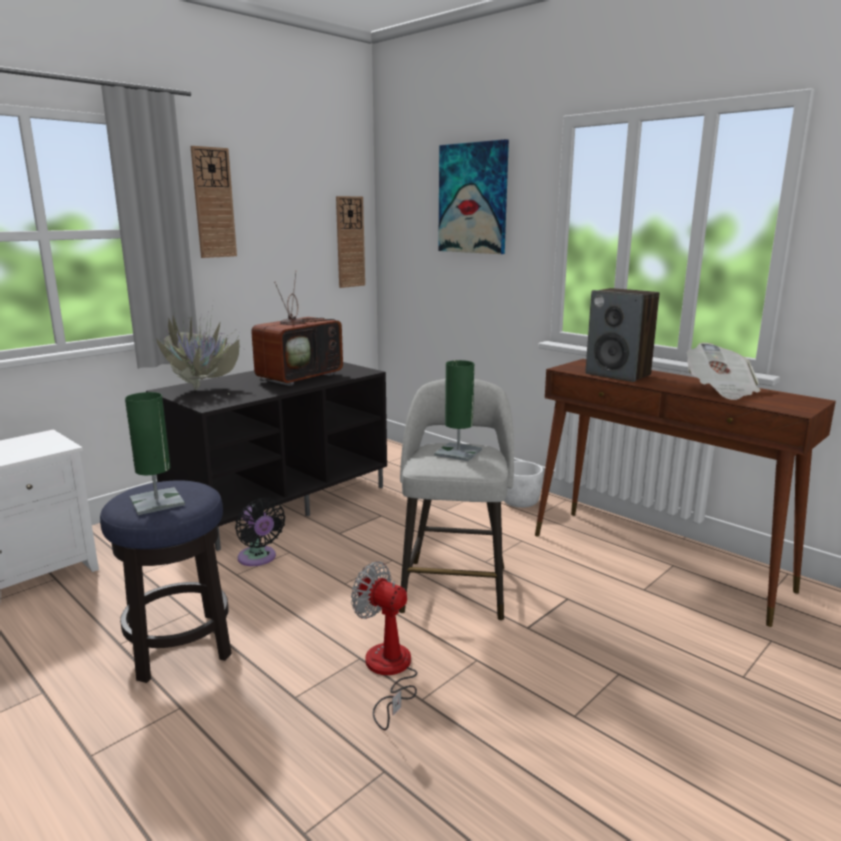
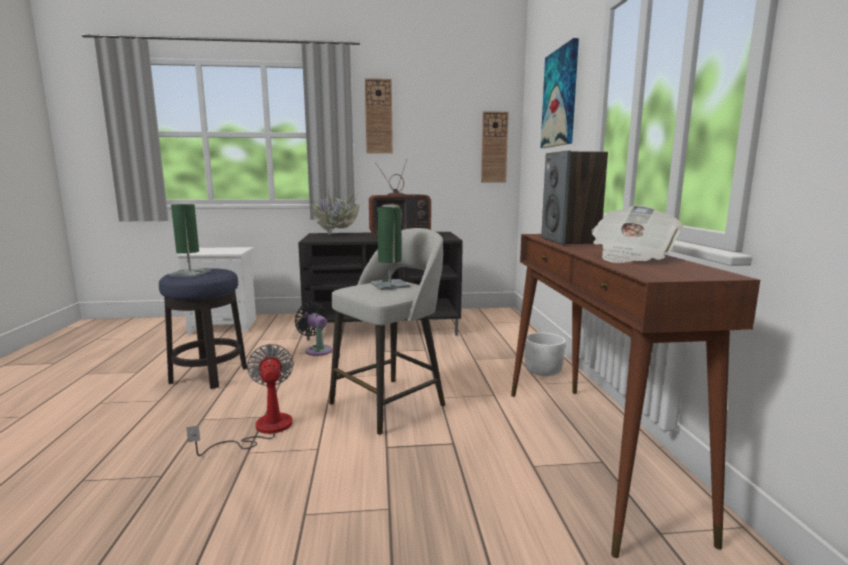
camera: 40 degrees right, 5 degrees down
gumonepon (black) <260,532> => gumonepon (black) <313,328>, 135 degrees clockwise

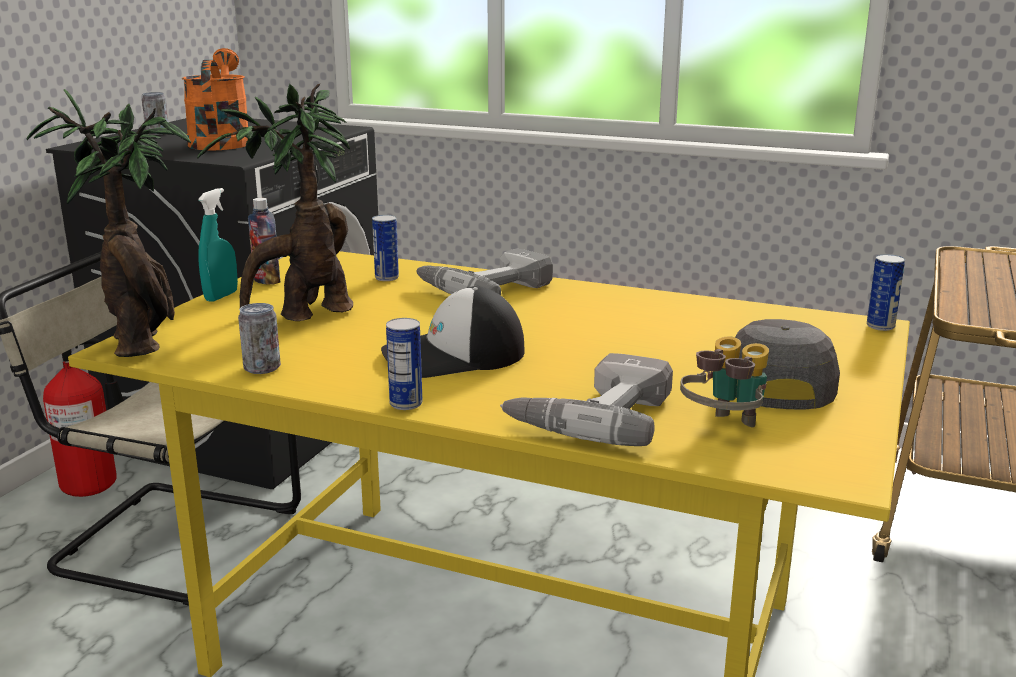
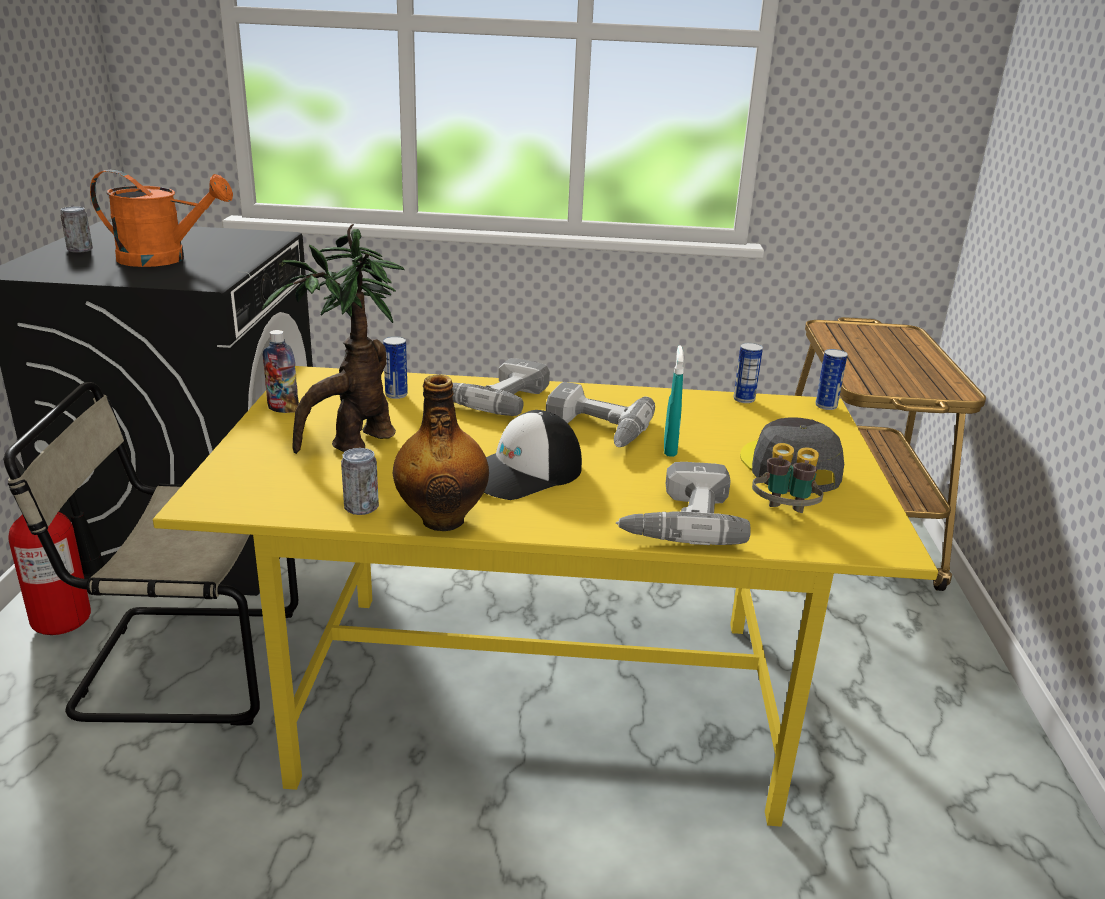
camera: 20 degrees left, 5 degrees up
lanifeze <109,223> => nothing
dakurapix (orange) <215,99> => dakurapix (orange) <161,218>, 120 degrees clockwise
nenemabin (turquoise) <218,245> => nenemabin (turquoise) <674,401>, move
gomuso <404,364> => gomuso <748,373>, move
nothing => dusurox <441,453>
nothing => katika <600,414>

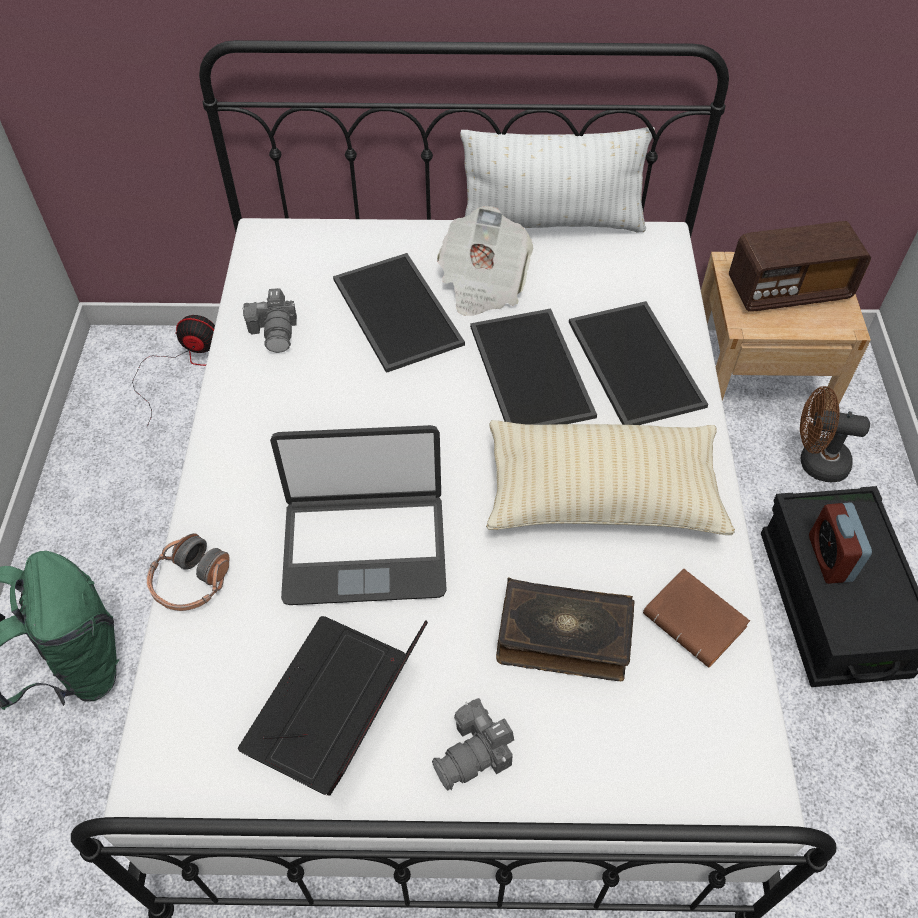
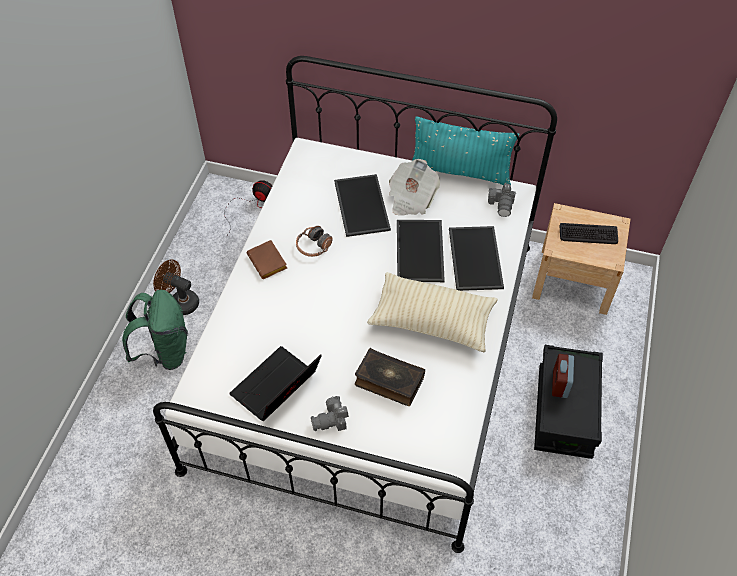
camera: 15 degrees right, 0 degrees up
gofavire <188,572> => gofavire <314,241>, move
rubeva <269,320> => rubeva <501,200>, move
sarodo <358,515> => nothing
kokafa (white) <557,179> => kokafa (turquoise) <465,151>
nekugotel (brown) <696,618> => nekugotel (brown) <267,259>, move
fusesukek <800,266> => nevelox <588,233>
gumonepon (brown) <835,434> => gumonepon (brown) <176,287>, move

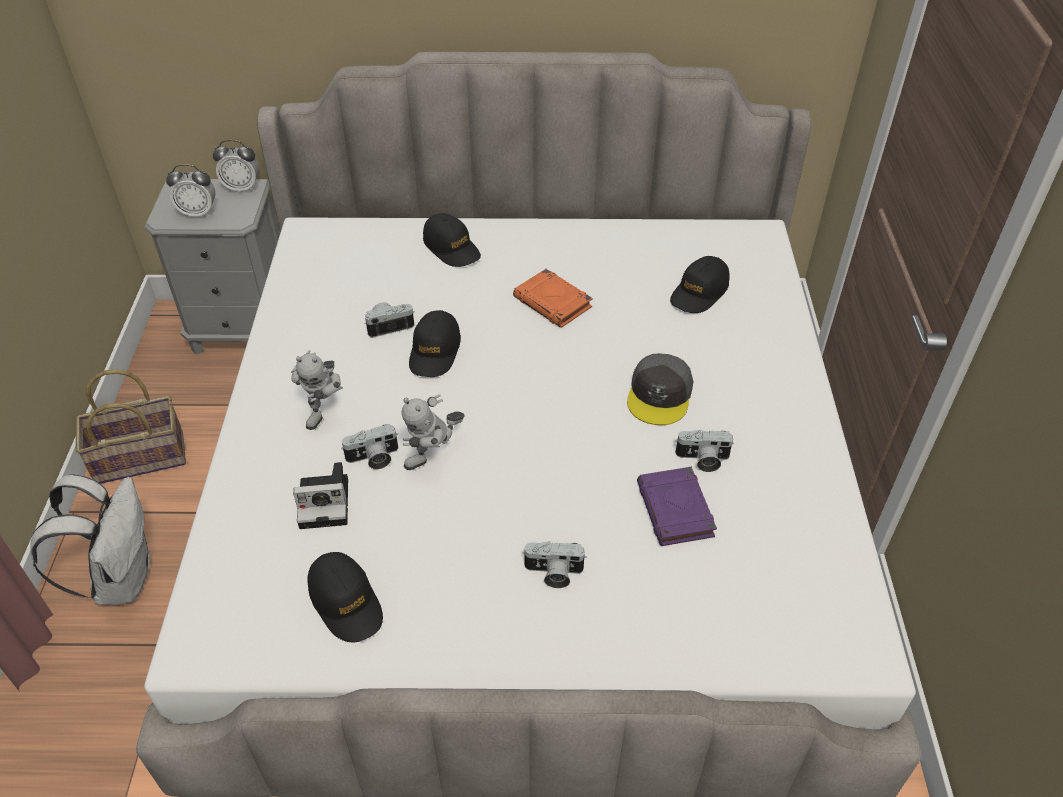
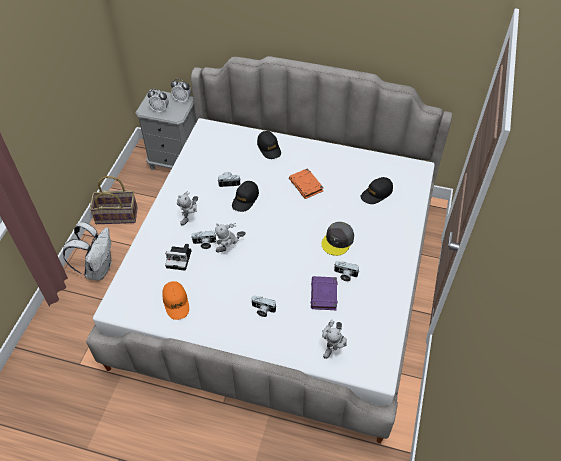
camera: 15 degrees right, 5 degrees up
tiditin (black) <345,597> => tiditin (orange) <175,300>
nothing => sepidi <334,339>

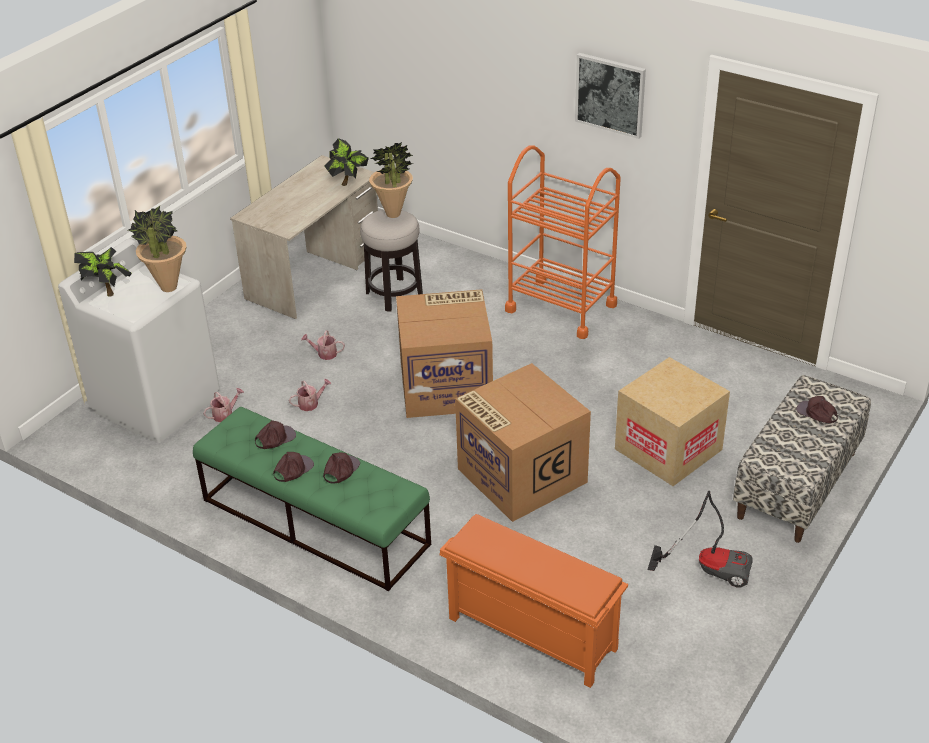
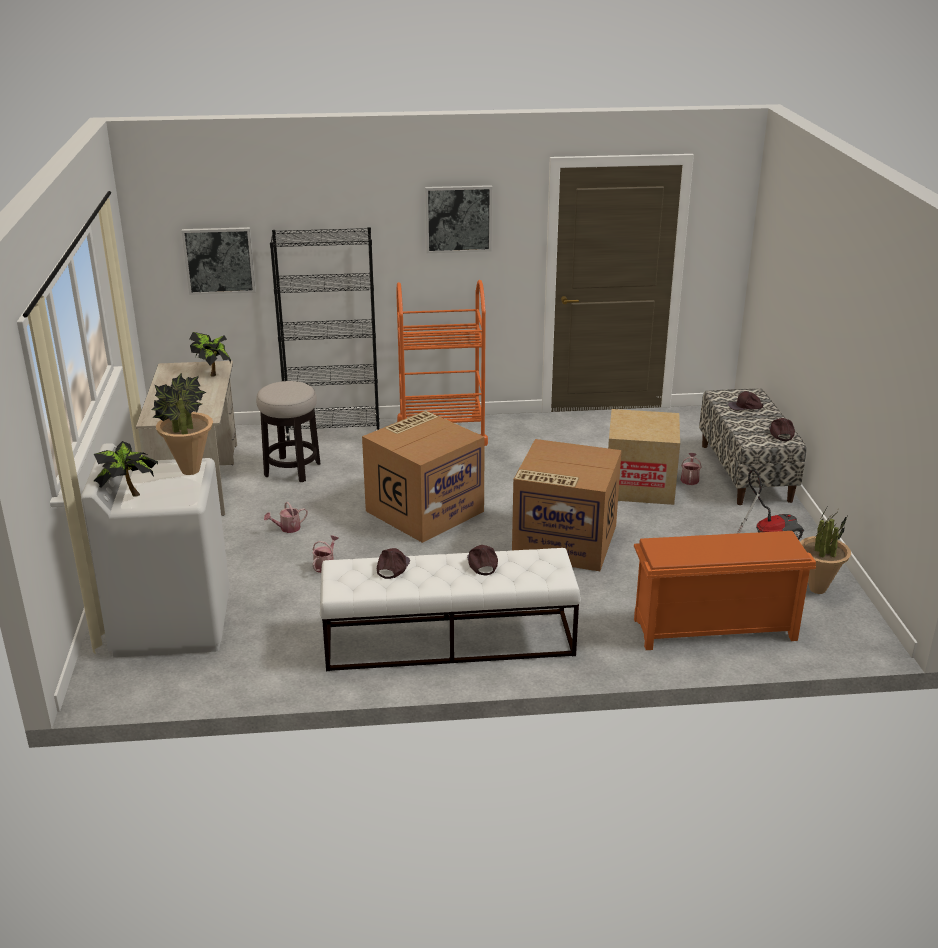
camera: 40 degrees left, 10 degrees down
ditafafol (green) <312,499> => ditafafol (white) <450,609>
dakurapix <223,405> => dakurapix <691,469>, move
tiditin (brown) <293,467> => tiditin (brown) <782,429>, move
lanifeze <391,180> => lanifeze <825,550>, move
nothing => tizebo <219,261>
nothing => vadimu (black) <325,333>

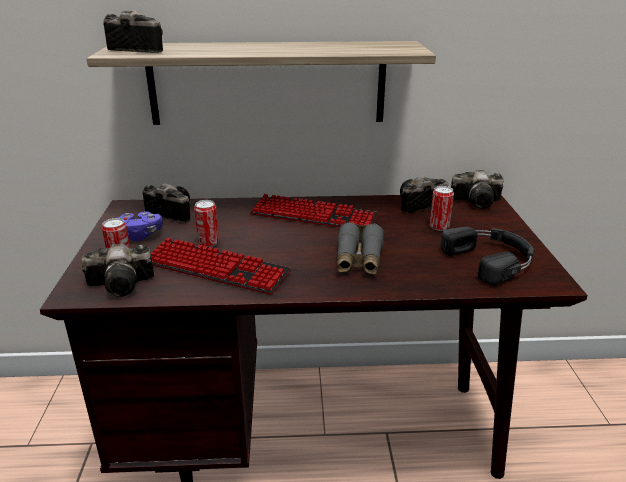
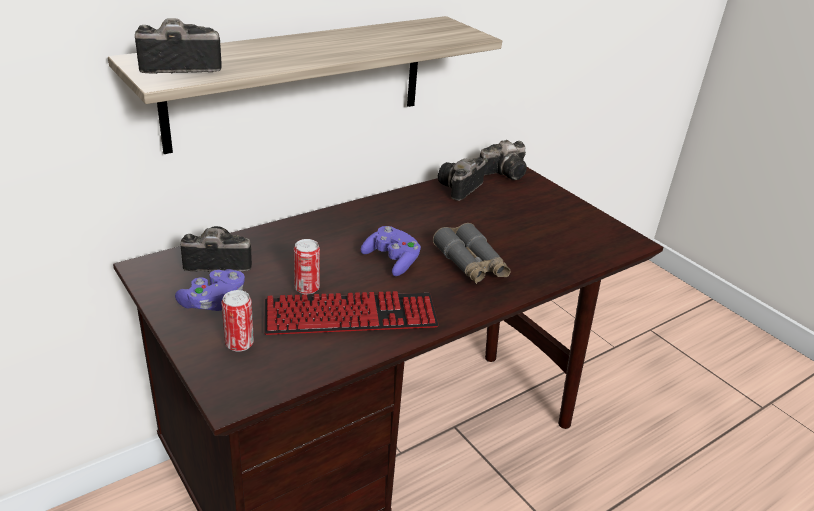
camera: 35 degrees left, 5 degrees up
rubeva <118,270> => nothing
nevelox <314,210> => nothing
gomuso <441,208> => nothing
gofavire (black) <487,256> => nothing
nothing => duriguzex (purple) <391,251>

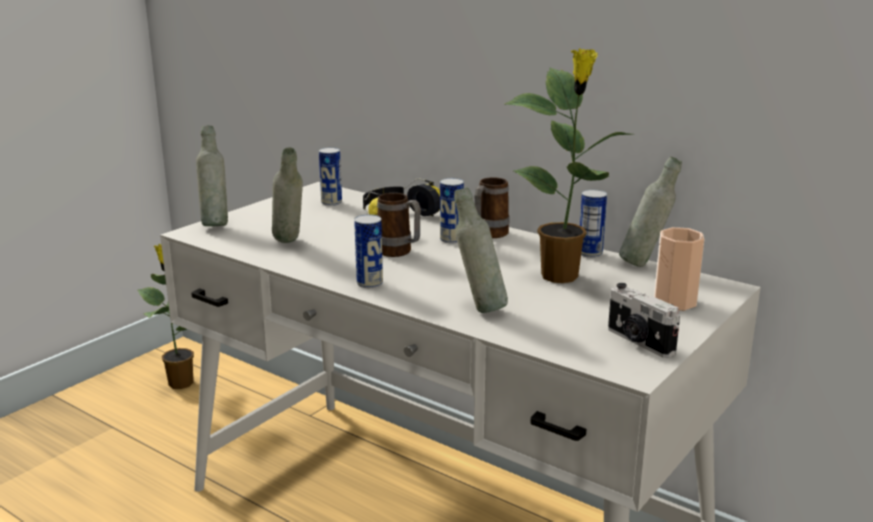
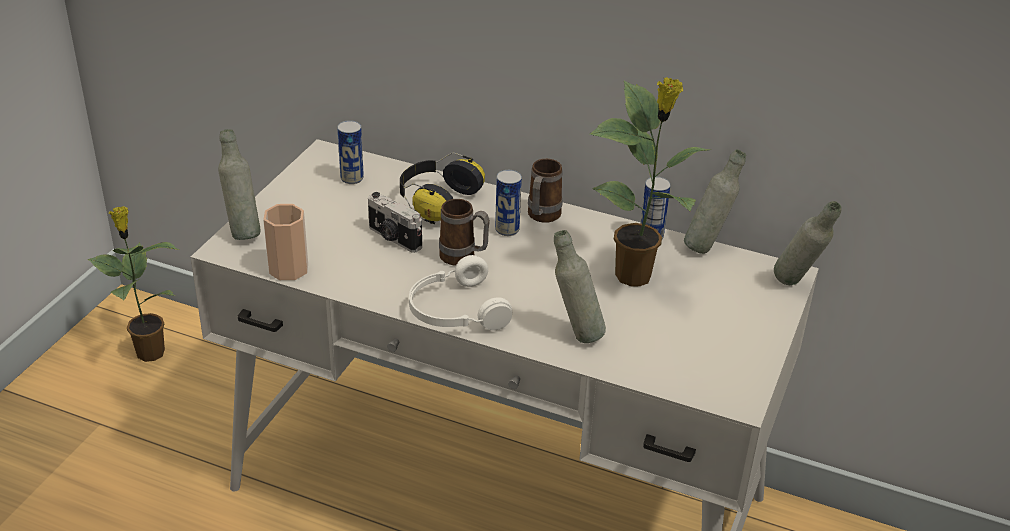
camera: 15 degrees left, 15 degrees up
dusurox (grey) <287,195> => dusurox (grey) <808,243>, move
gomuso <368,251> => gofavire (white) <460,292>
rubeva <644,320> => rubeva <395,222>, move
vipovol <679,269> => vipovol <285,242>, move

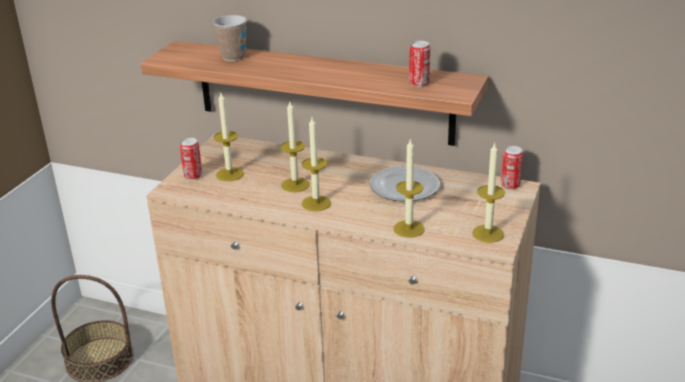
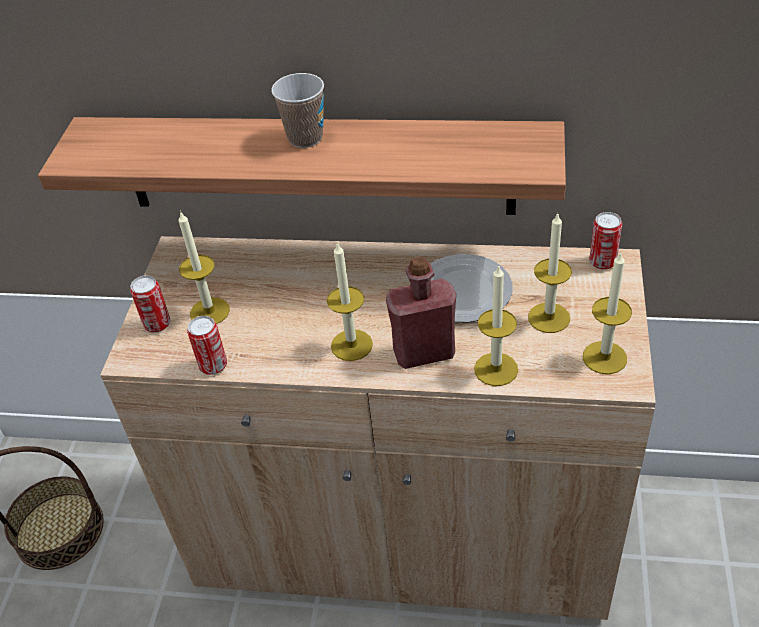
camera: 10 degrees left, 15 degrees up
vipovol <230,38> => vipovol <297,110>, move
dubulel <294,147> => dubulel <550,273>, move
gomuso <419,64> => gomuso <207,345>, move
nothing => dusurox (red) <421,313>

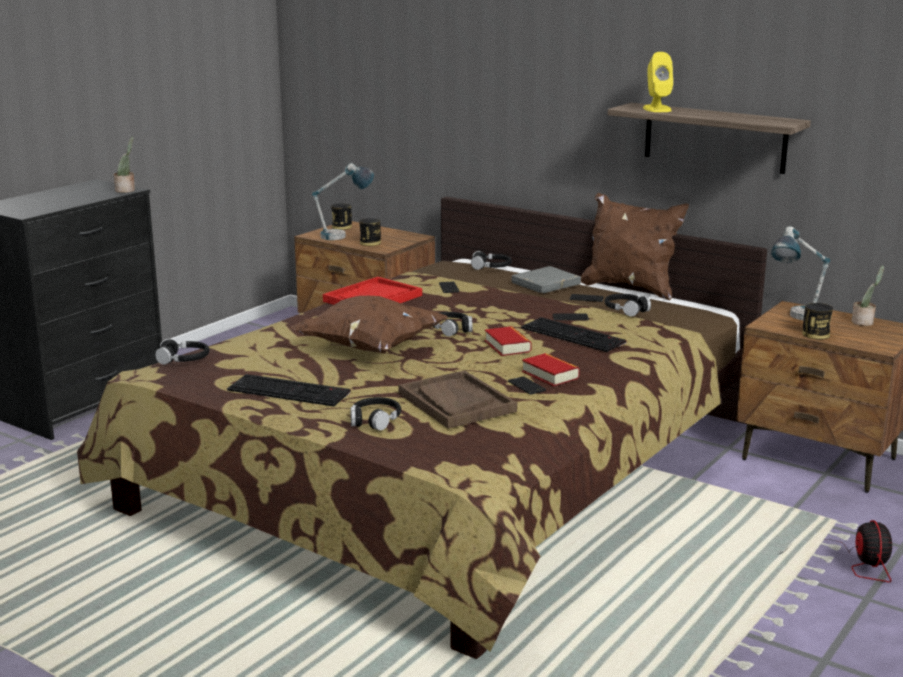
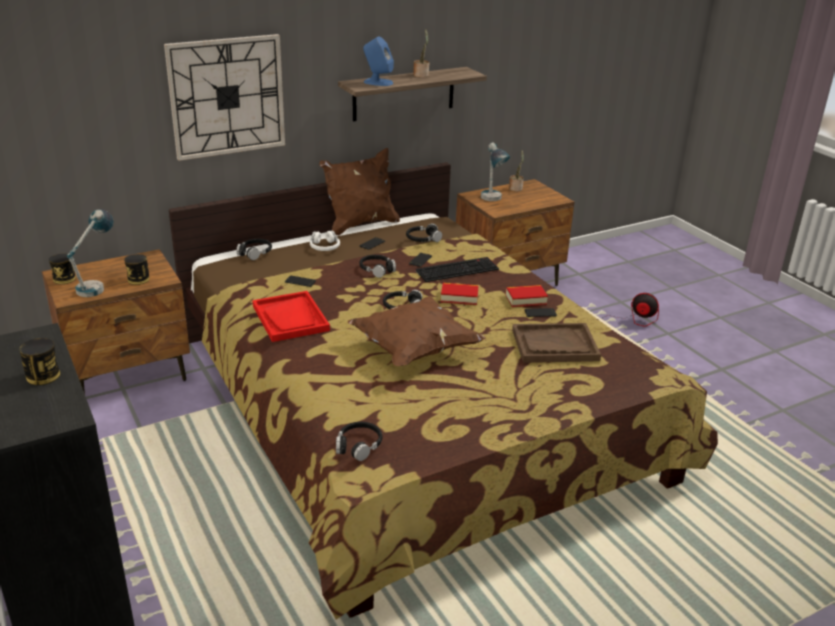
camera: 65 degrees left, 10 degrees up
lanifeze <124,165> => lanifeze <421,53>, move
nevelox <289,390> => nothing
gofavire (black) <375,414> => gofavire (black) <377,266>, move
nekugotel (grey) <546,279> => gofavire (white) <325,240>
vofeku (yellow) <658,82> => vofeku (blue) <378,61>
gomuso <817,321> => gomuso <39,361>, move
nothing => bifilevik <224,97>

